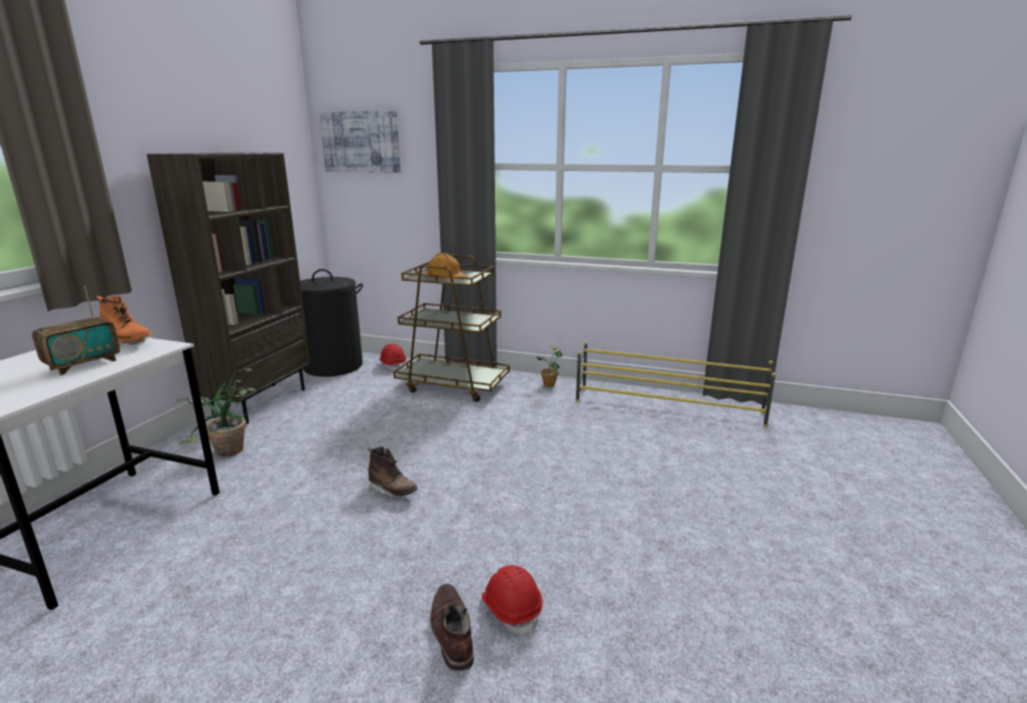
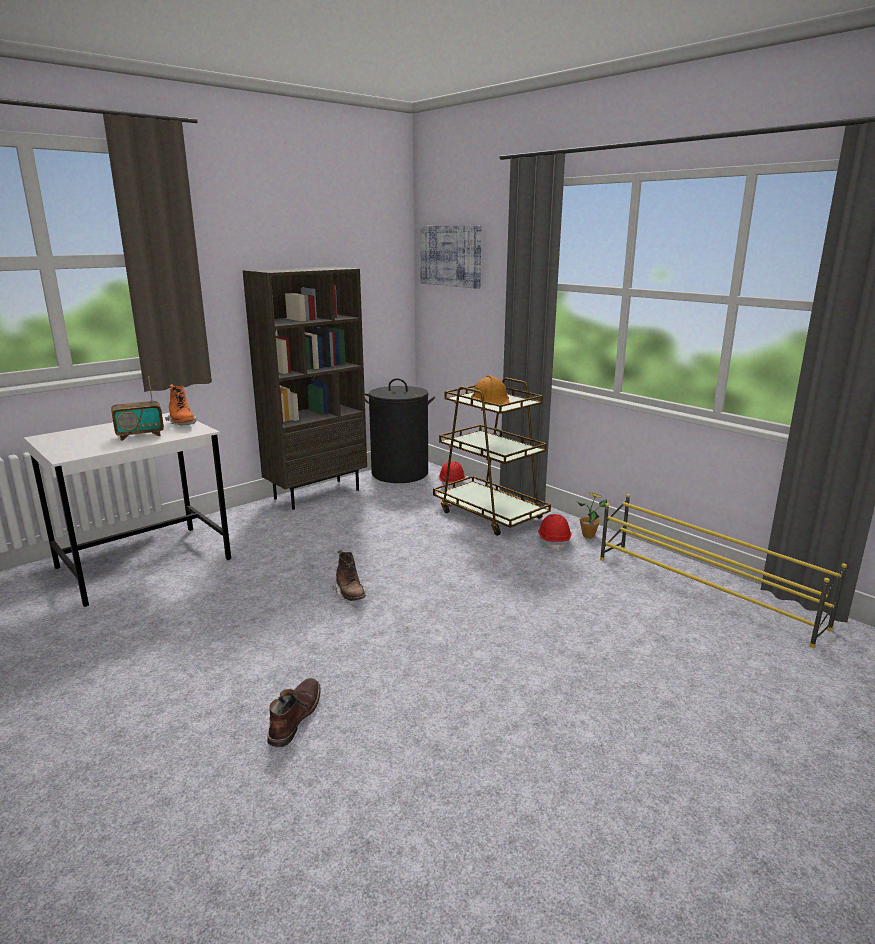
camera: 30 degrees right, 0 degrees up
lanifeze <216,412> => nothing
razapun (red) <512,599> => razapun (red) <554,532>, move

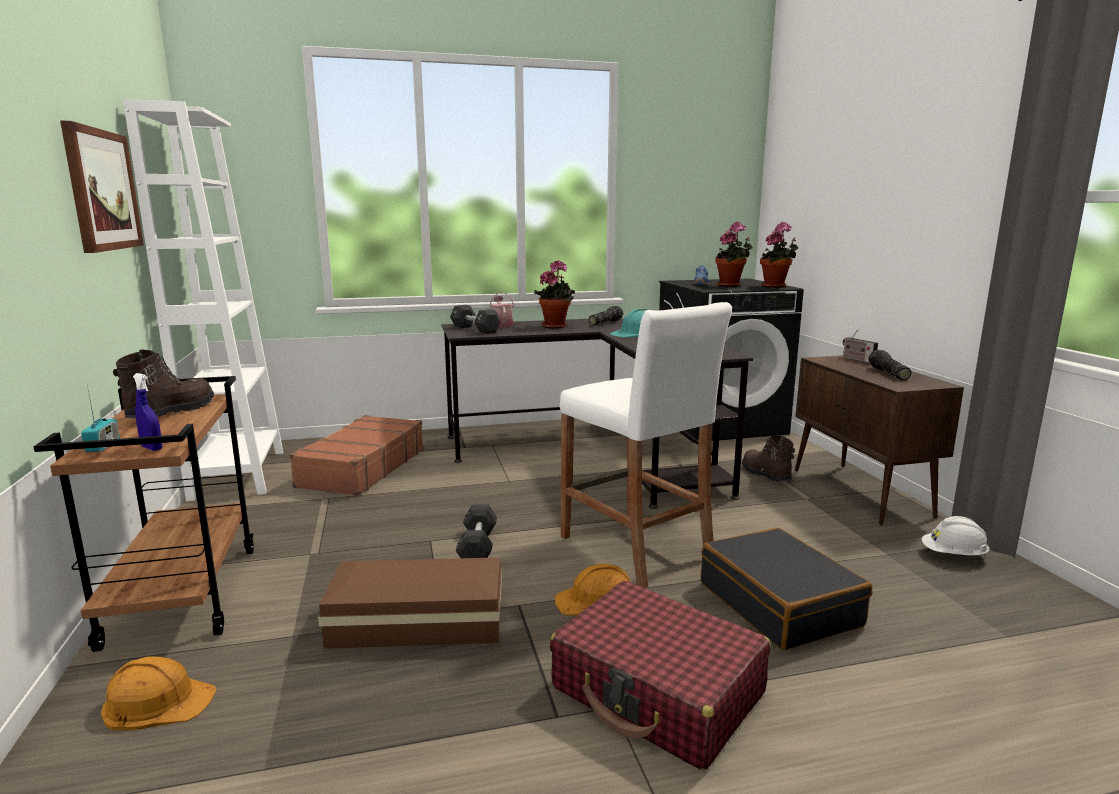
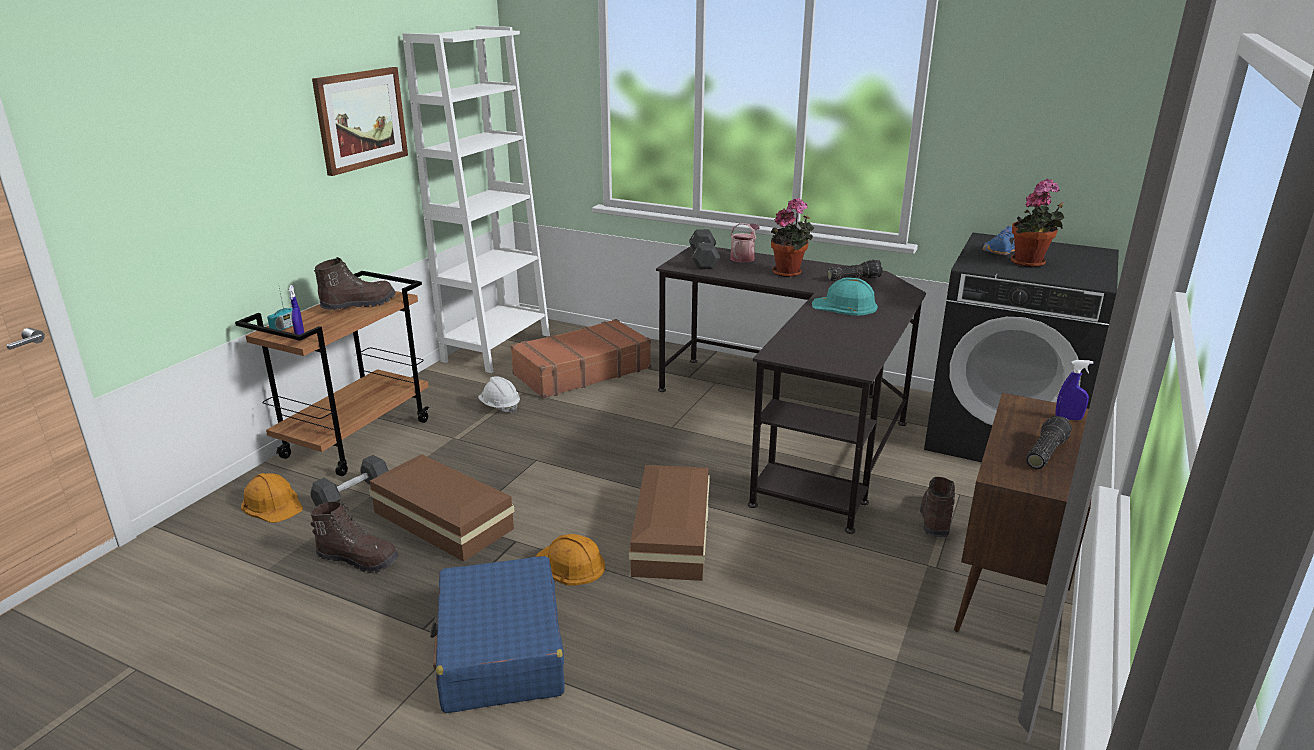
camera: 40 degrees right, 10 degrees up
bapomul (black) <476,531> => bapomul (black) <350,480>, move
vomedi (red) <660,675> => vomedi (blue) <497,634>
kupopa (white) <646,445> => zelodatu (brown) <669,523>
vomedi (black) <786,588> => nothing
lanifeze <779,255> => nothing
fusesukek <860,345> => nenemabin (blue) <1074,390>
razapun (white) <956,536> => razapun (white) <499,395>, move
nothing => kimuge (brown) <354,537>

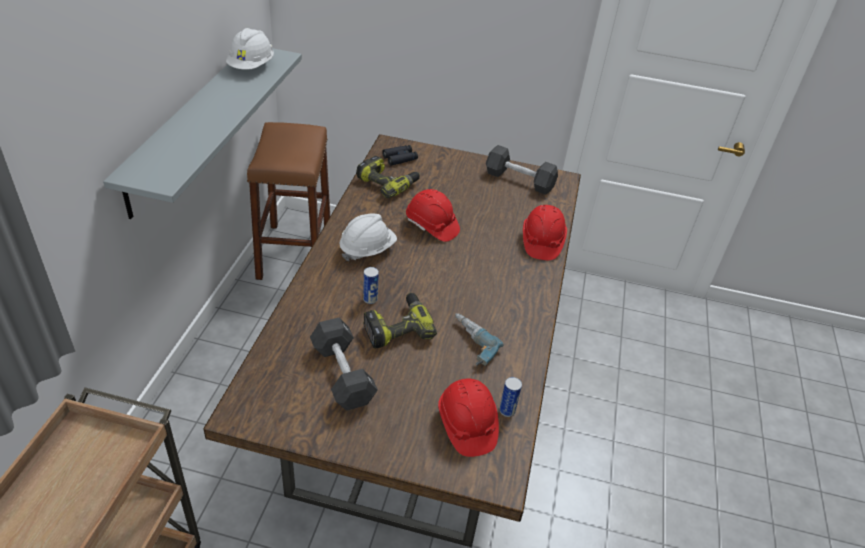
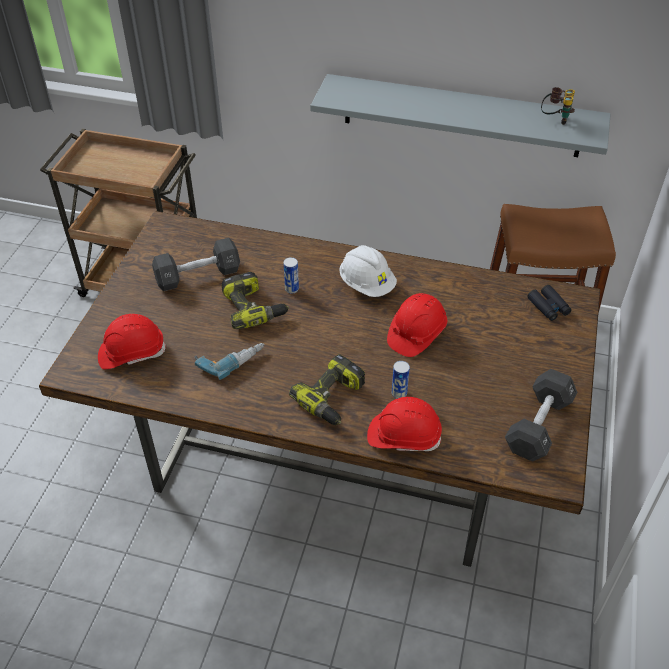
camera: 95 degrees right, 5 degrees up
razapun (white) <250,49> => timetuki <558,106>
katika <388,177> => katika <327,389>, move
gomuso <510,397> => gomuso <401,380>, move

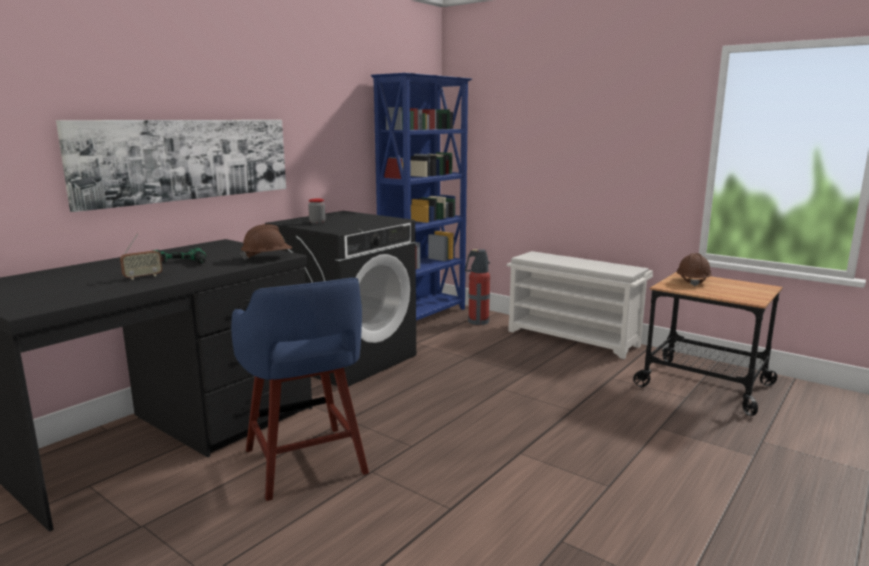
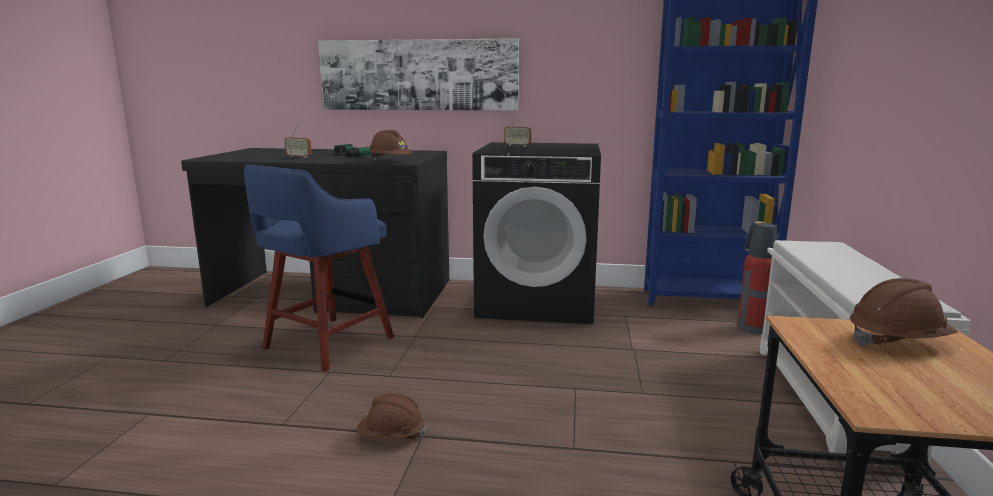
camera: 60 degrees right, 0 degrees up
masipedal <317,211> => fusesukek <517,129>
nothing => razapun (brown) <391,416>

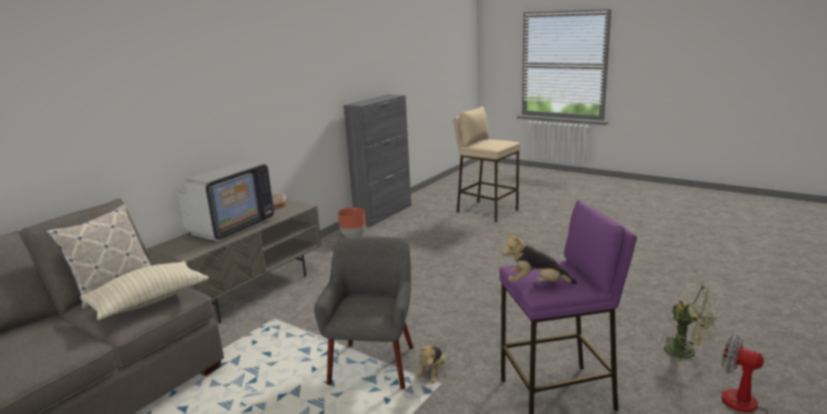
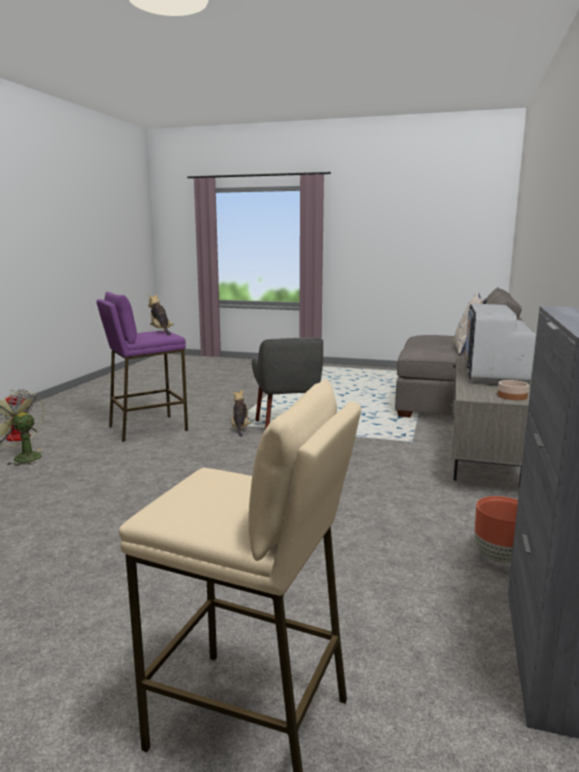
camera: 160 degrees right, 5 degrees down
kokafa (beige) <144,290> => nothing
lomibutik <539,258> => lomibutik <161,315>, 105 degrees counterclockwise

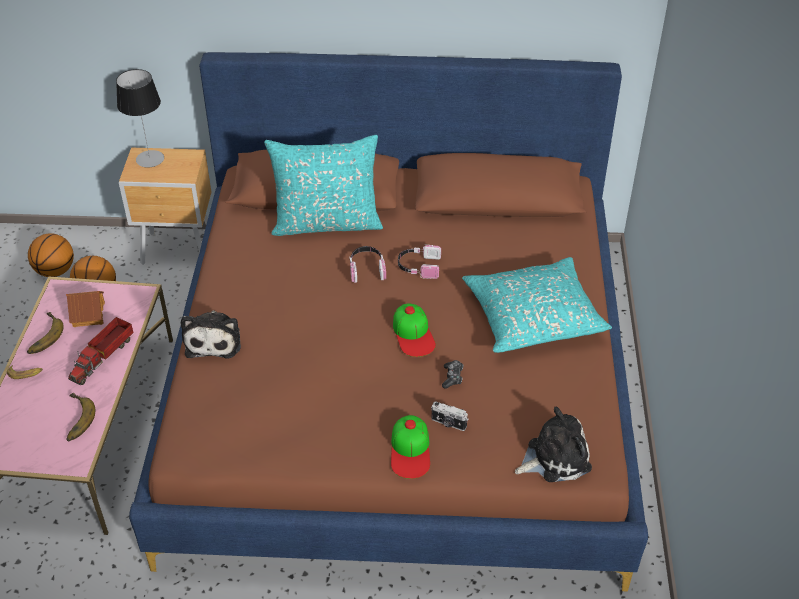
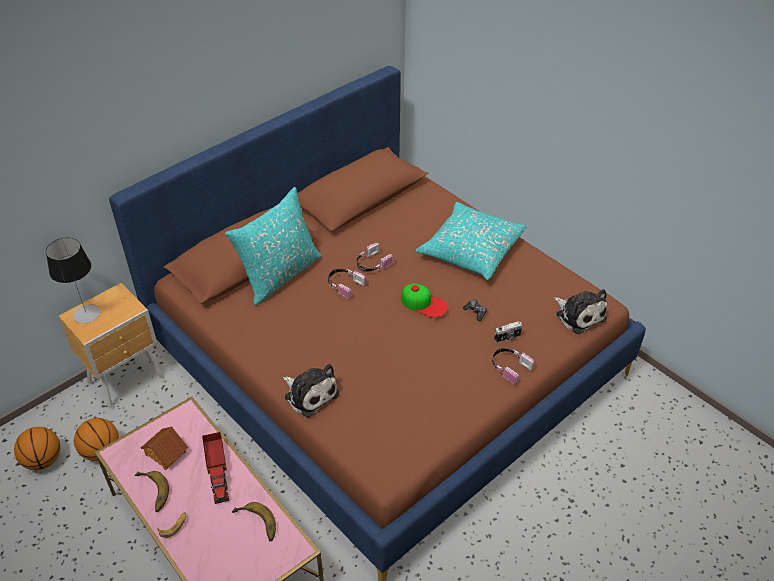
camera: 45 degrees left, 0 degrees up
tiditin <410,447> => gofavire <513,366>
lomibutik <553,444> => lomibutik <580,311>, 120 degrees clockwise

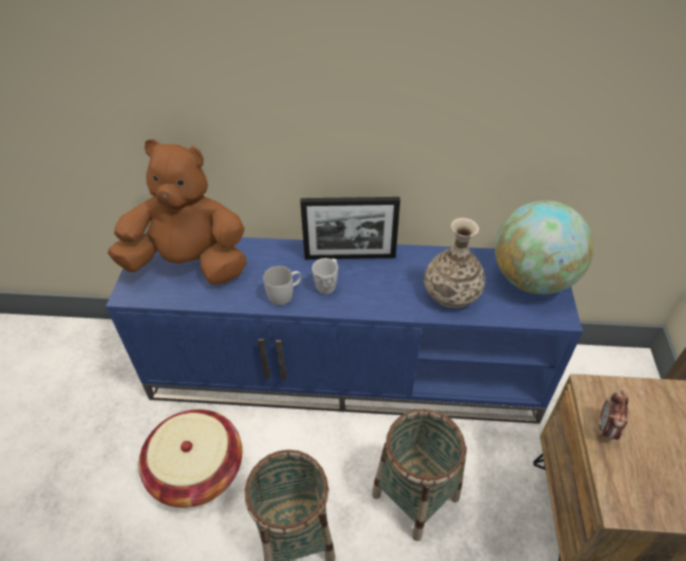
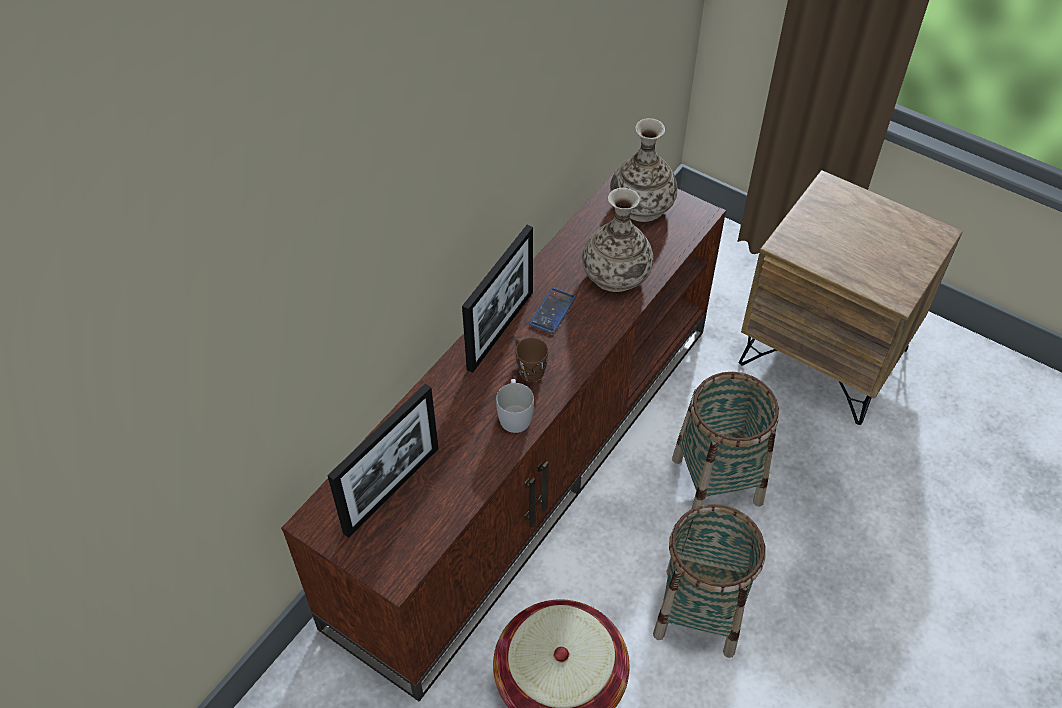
camera: 60 degrees left, 5 degrees up
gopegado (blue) <344,328> => gopegado (brown) <503,436>
lomibutik (brown) <177,212> => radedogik <383,461>
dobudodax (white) <325,276> => dobudodax (brown) <531,360>
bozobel <544,247> => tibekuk <643,170>
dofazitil <613,415> => nothing
nothing => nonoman <552,310>

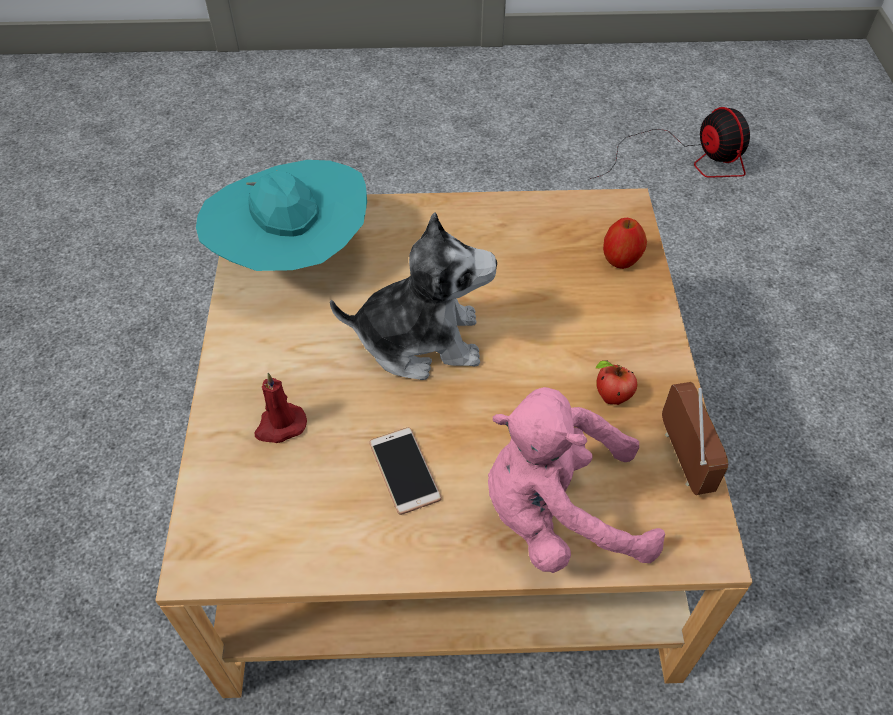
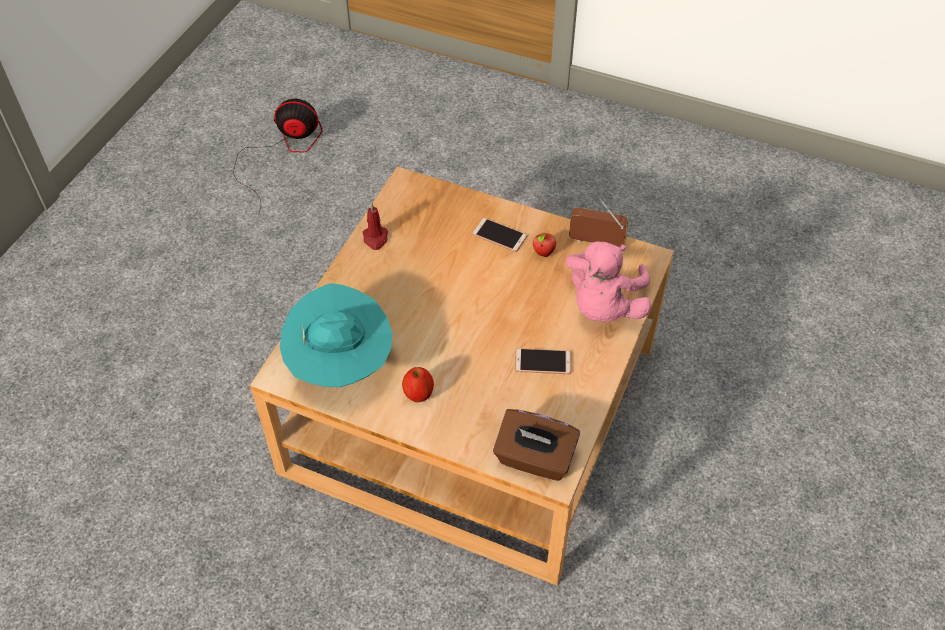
camera: 65 degrees left, 0 degrees up
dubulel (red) <280,408> => dubulel (red) <375,226>, move
lomibutik <413,296> => nothing
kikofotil <625,243> => kikofotil <418,384>, move
nothing => nonoman <499,235>
nothing => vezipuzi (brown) <536,445>

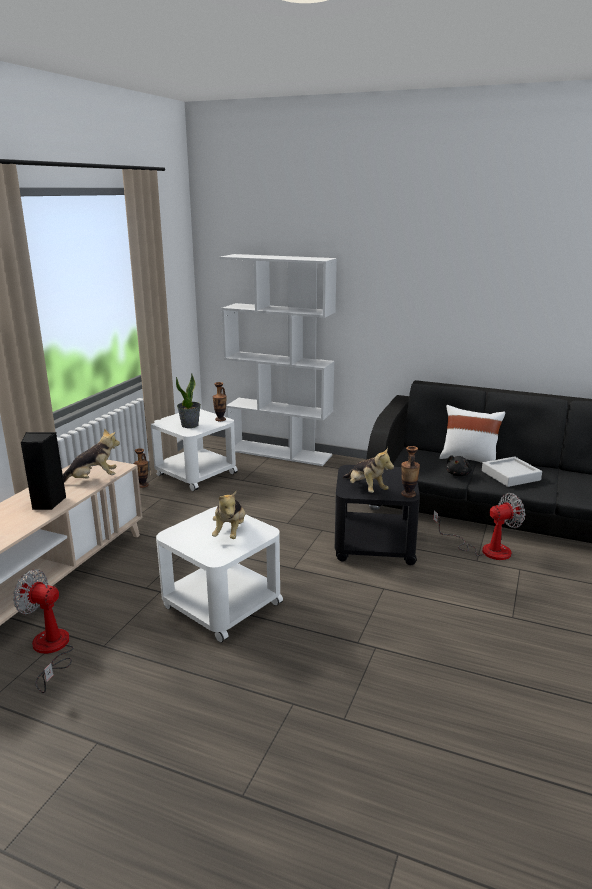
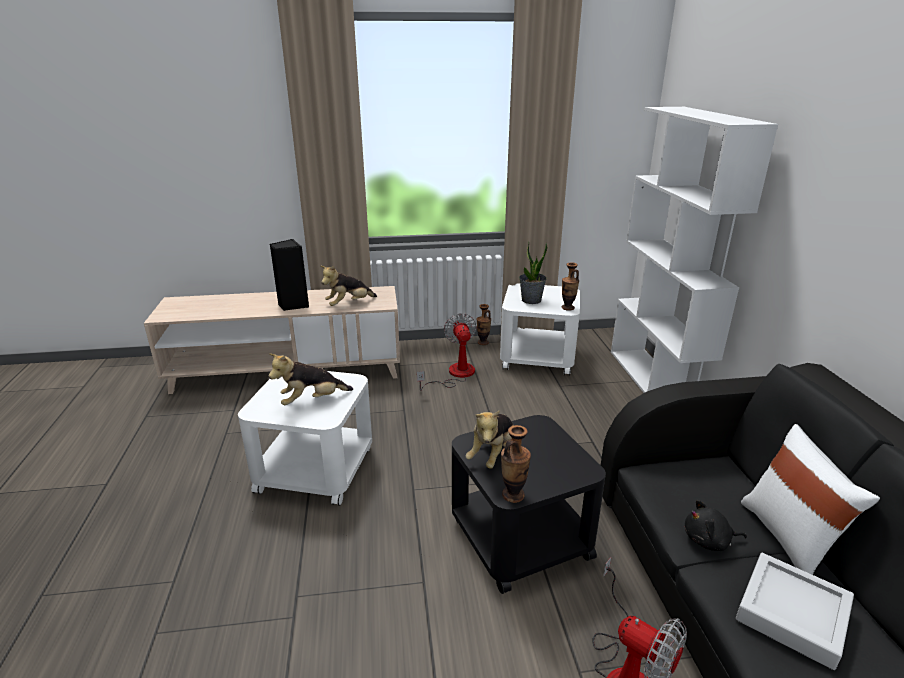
camera: 60 degrees right, 5 degrees up
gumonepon <43,631> => gumonepon <447,352>, move
lomibutik <91,455> => lomibutik <349,286>, 105 degrees clockwise

